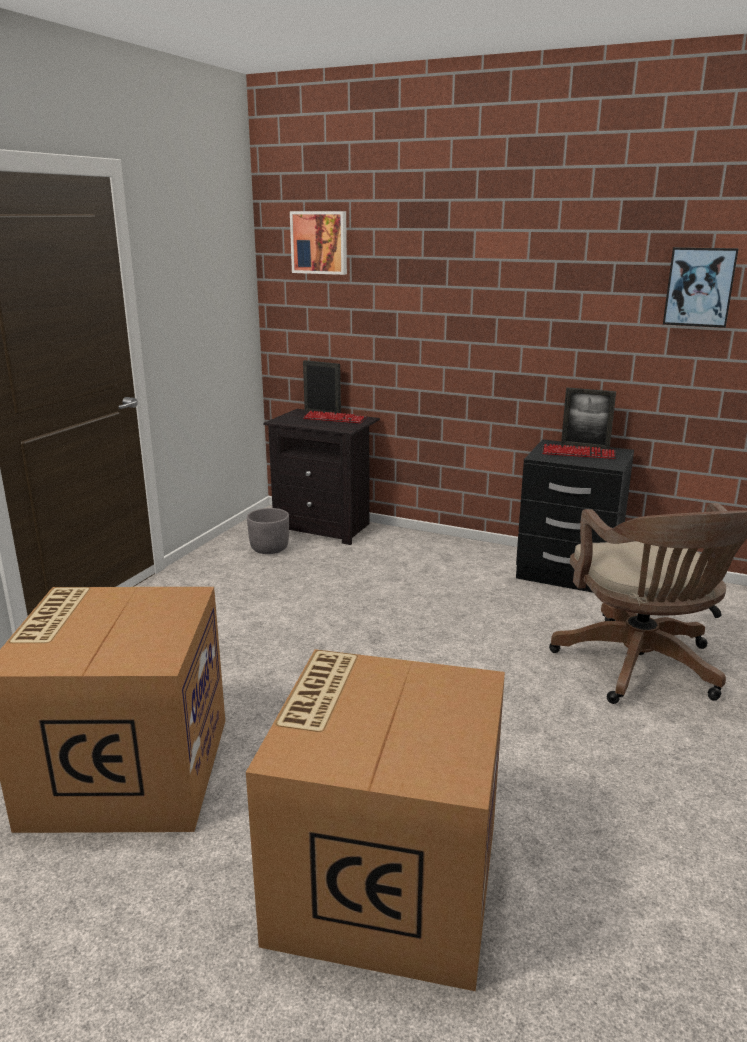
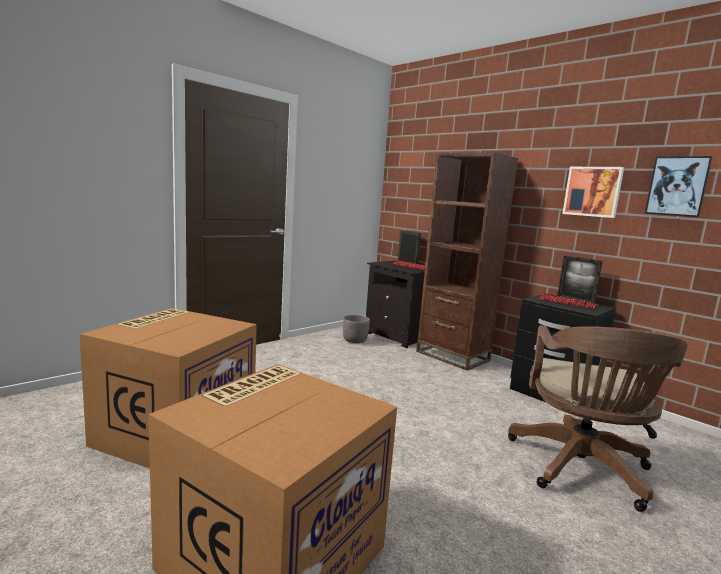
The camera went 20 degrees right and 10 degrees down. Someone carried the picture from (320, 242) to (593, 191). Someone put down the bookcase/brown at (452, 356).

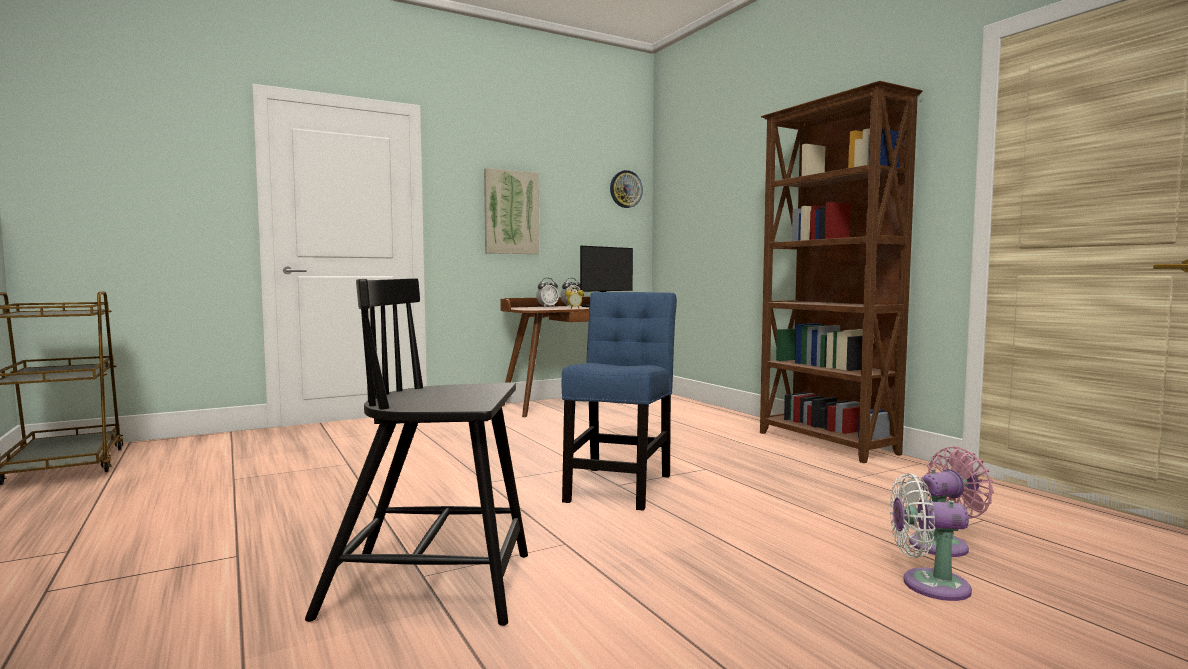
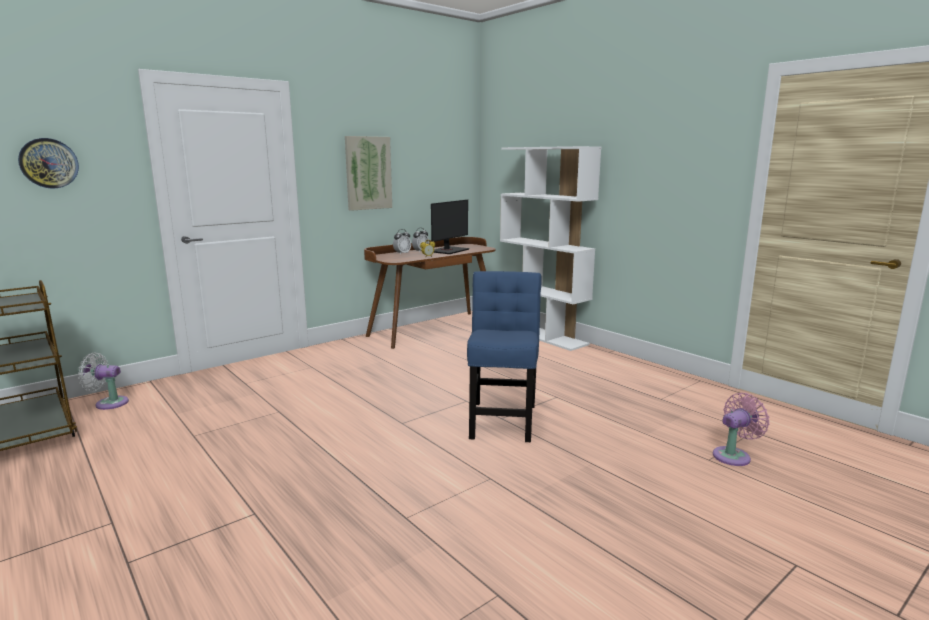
The camera went 10 degrees left and 10 degrees up. Someone took away the bookcase/brown at (826, 443). Someone carried the wall clock from (625, 189) to (49, 163). Someone took away the chair/black at (432, 585). Someone carried the fan/white from (928, 585) to (108, 403). Someone put down the bookcase/white at (542, 335).

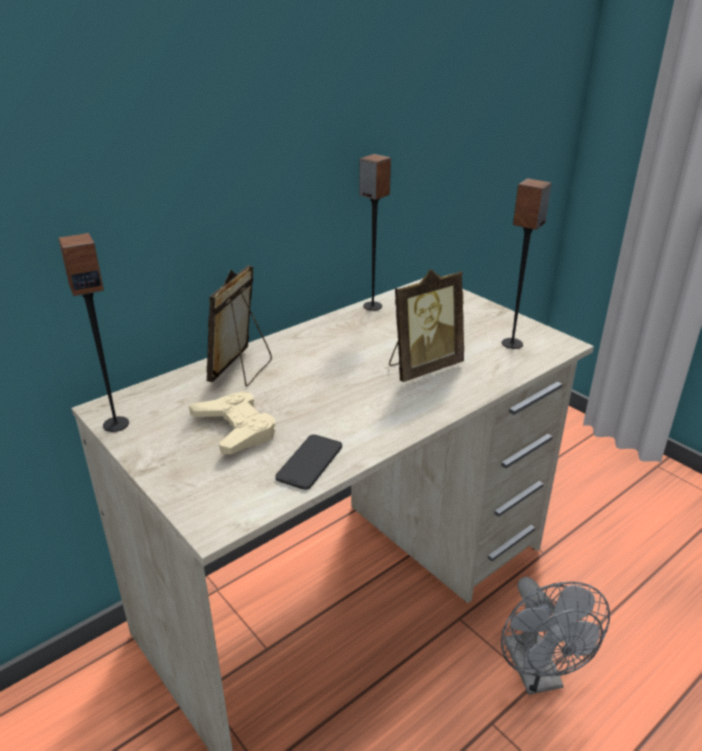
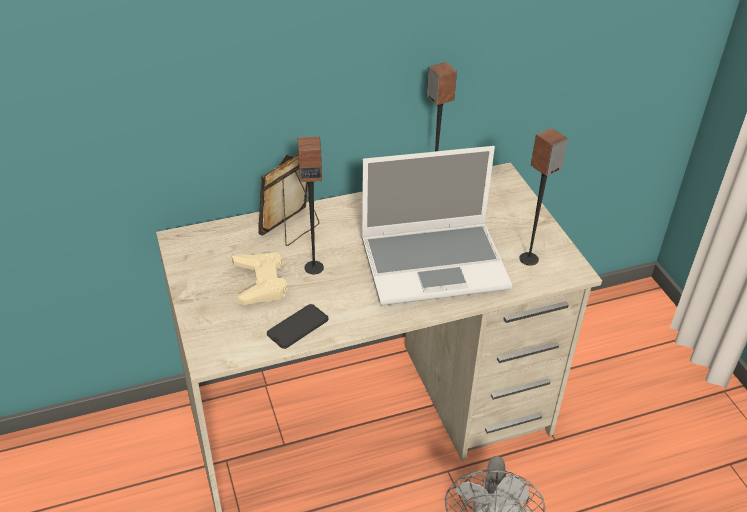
The camera went 20 degrees right and 10 degrees up. Someone carried the speaker from (116, 424) to (314, 267). Someone swapped the picture frame at (422, 367) for the laptop at (435, 263).

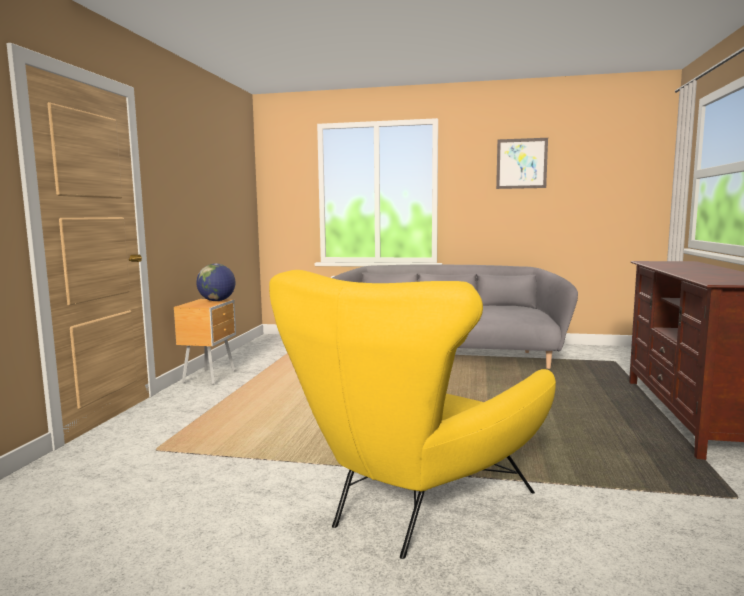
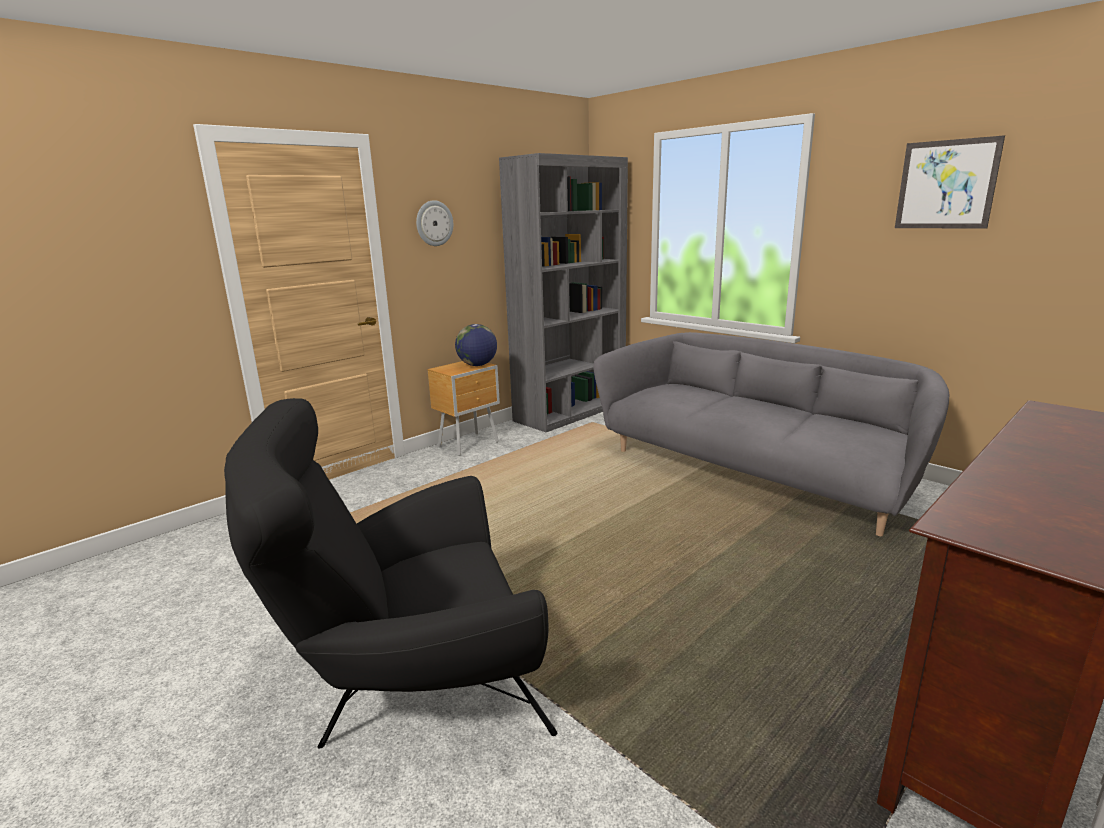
The camera went 35 degrees right and 10 degrees up. Someone repainted the armchair/yellow at (410, 507), which became the armchair/black at (410, 687). Someone put down the bookcase/grey at (571, 412). Someone put up the wall clock at (434, 223).

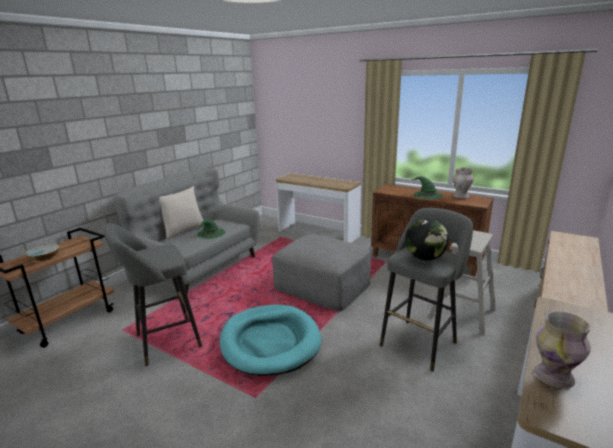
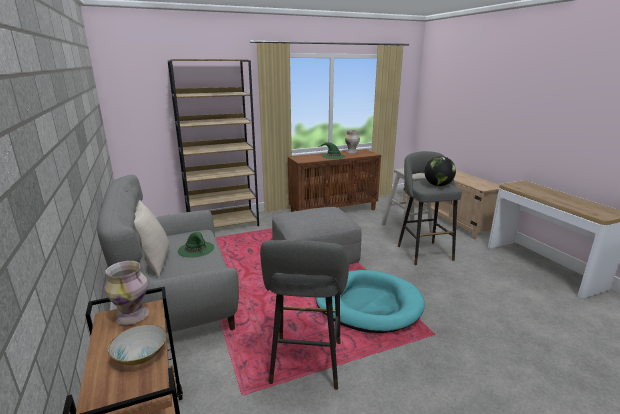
The camera went 55 degrees left and 0 degrees up. Someone swapped the console table at (317, 233) for the bookcase/brown at (223, 224). Someone carried the vase from (553, 376) to (132, 315).

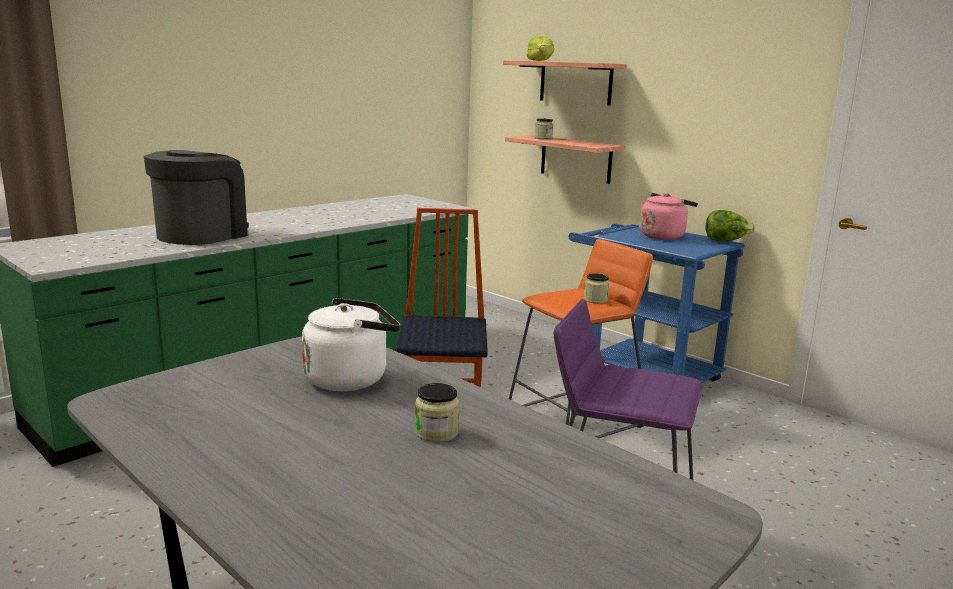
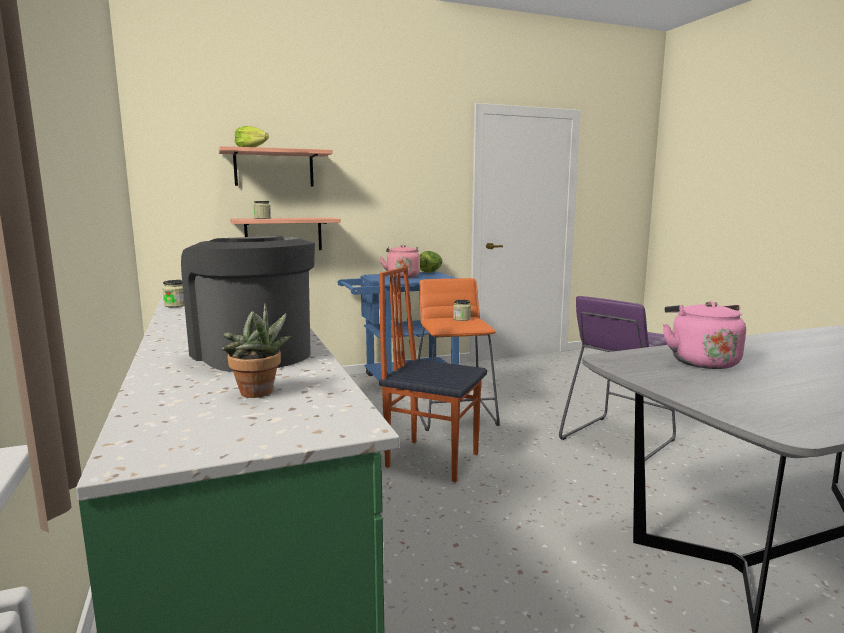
The camera went 65 degrees left and 5 degrees down. Someone repainted the kettle/white at (351, 378), which became the kettle/pink at (701, 361). Someone carried the jar from (436, 433) to (176, 305). Someone put down the potted plant at (259, 394).

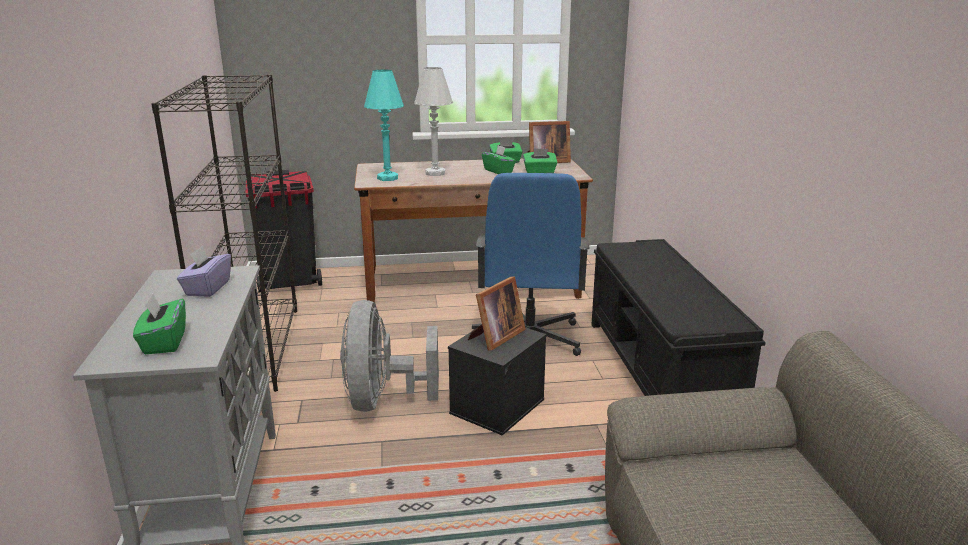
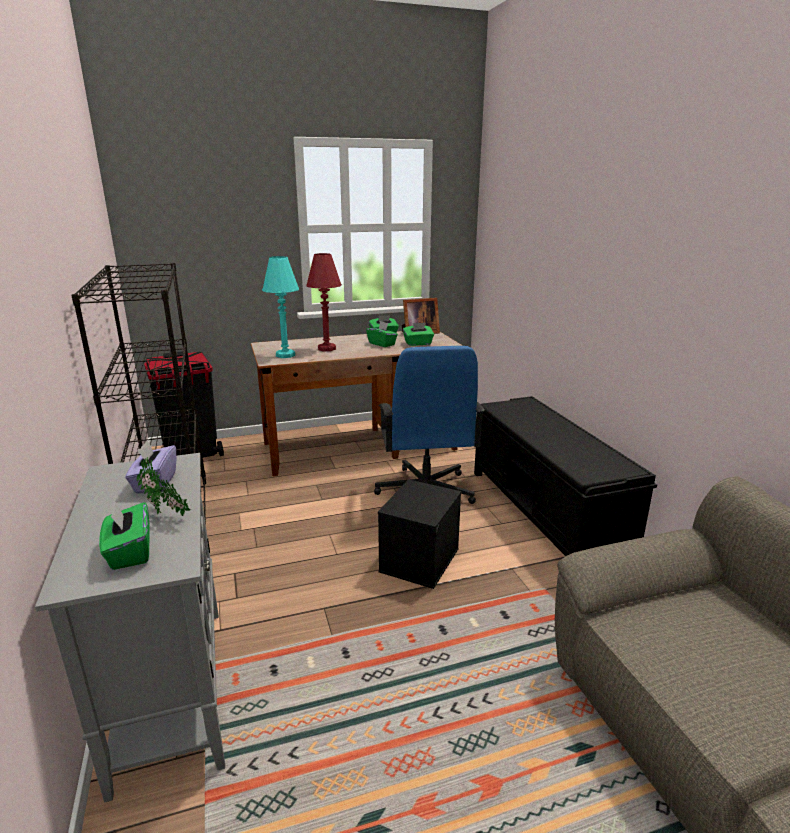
The camera went 10 degrees left and 0 degrees up. Someone repainted the table lamp/white at (435, 173), which became the table lamp/red at (326, 348). Someone took away the picture frame at (495, 337). Someone took away the fan/grey at (382, 400). Someone put down the potted plant at (166, 516).

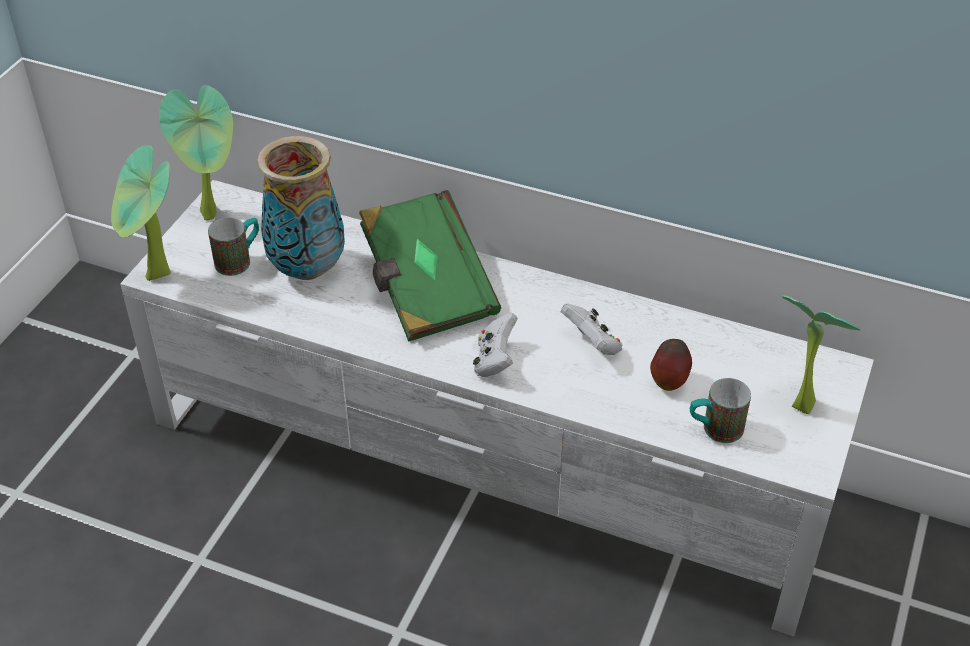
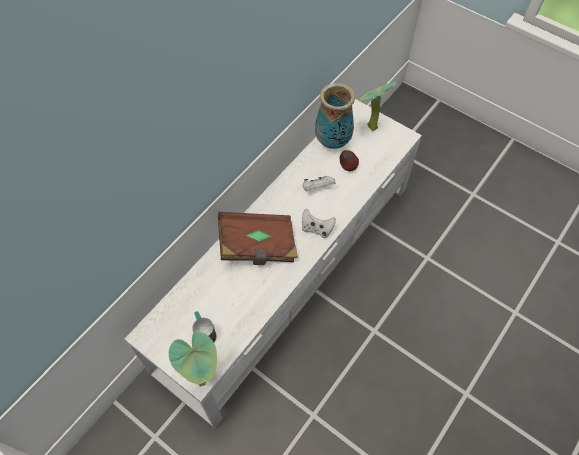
The camera went 75 degrees left and 15 degrees up. Someone took away the potted plant at (214, 214). Someone carried the vase from (308, 269) to (333, 141). Someone repainted the book/green at (426, 288), which became the book/brown at (258, 246). Someone took away the mug at (714, 429).

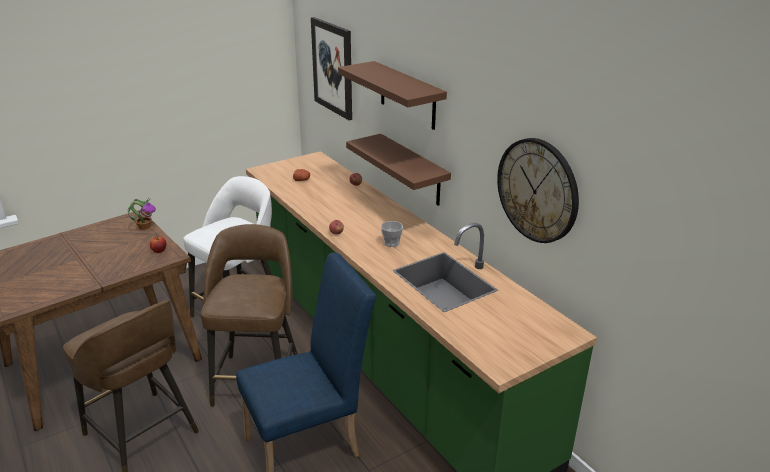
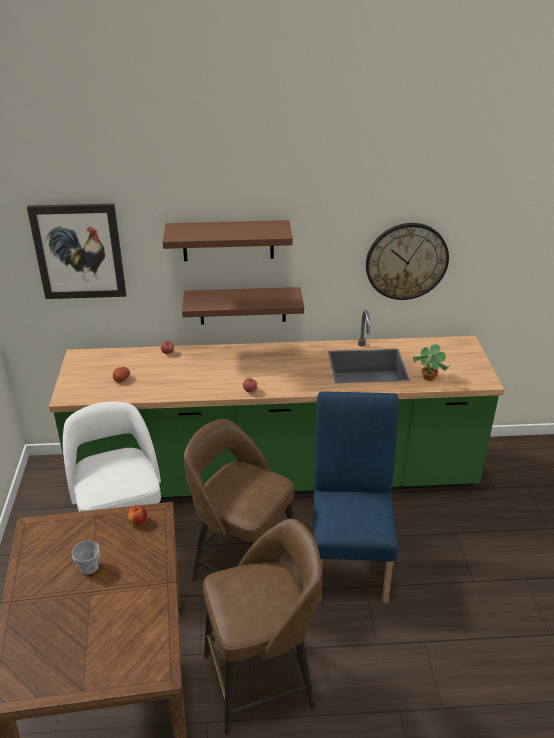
The camera went 60 degrees left and 5 degrees up. Someone carried the potted plant from (144, 227) to (428, 377). Someone carried the cup from (391, 243) to (89, 567).

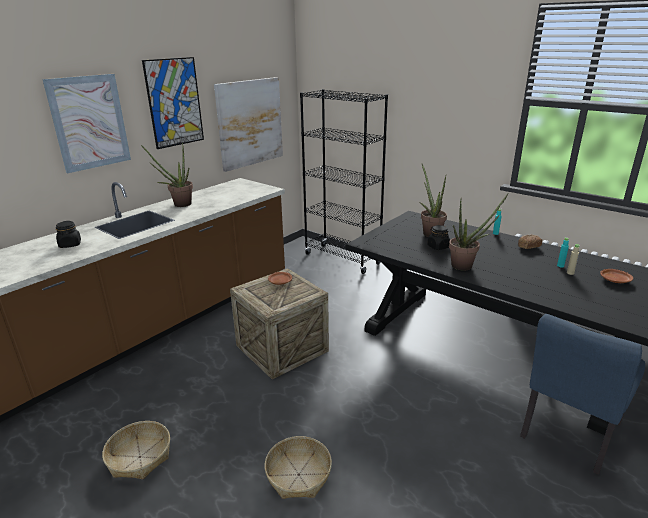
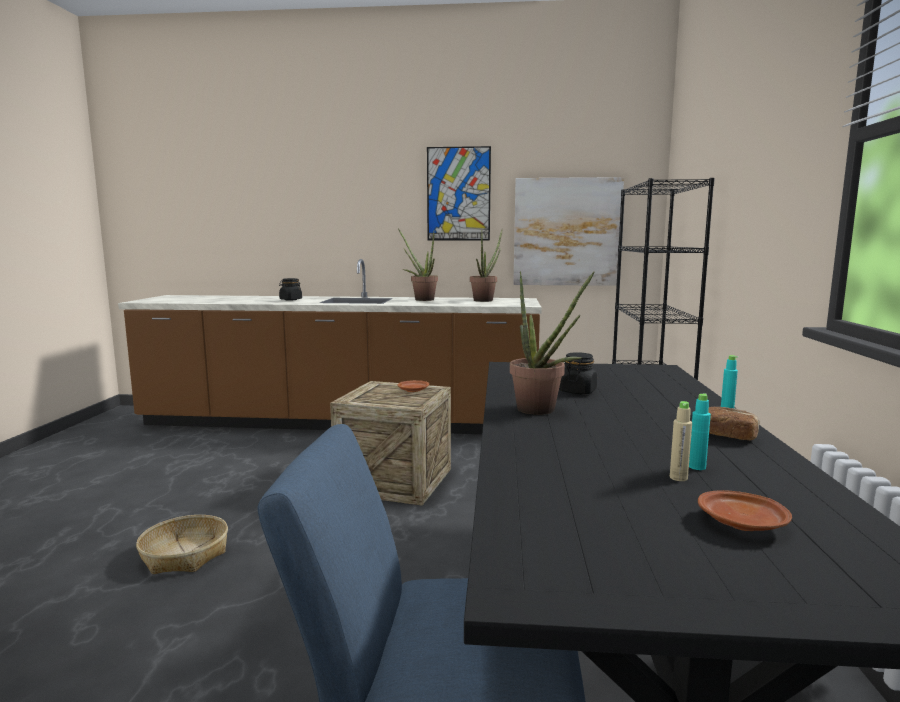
The camera went 55 degrees right and 15 degrees down. Someone took away the picture at (89, 122). Someone carried the potted plant from (430, 232) to (485, 300). Someone took away the basket at (139, 456).

